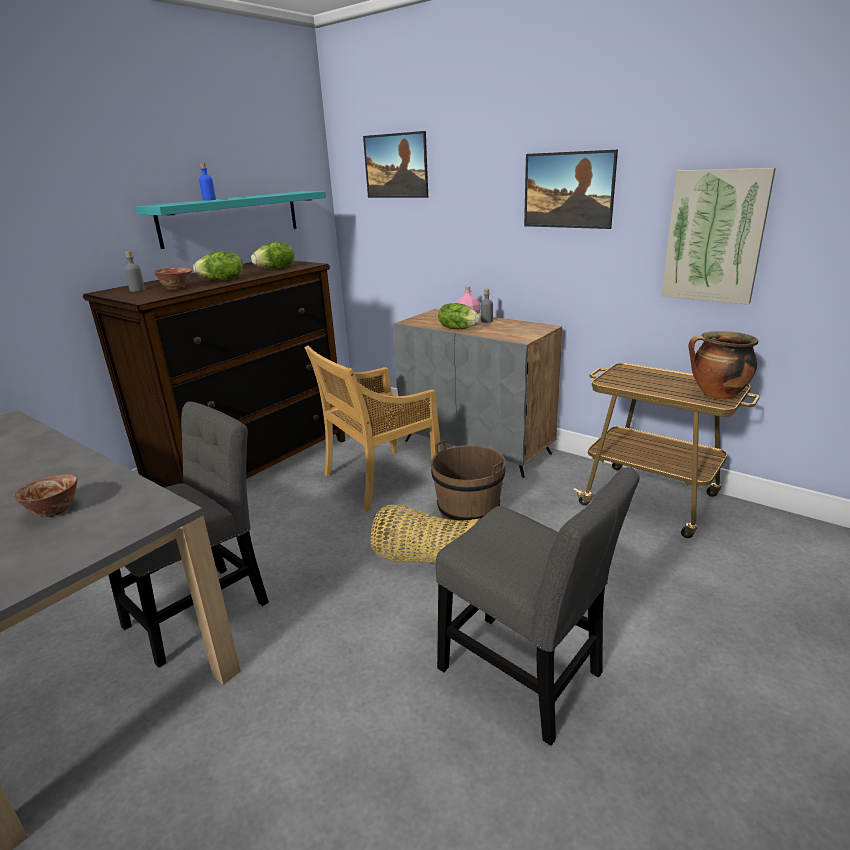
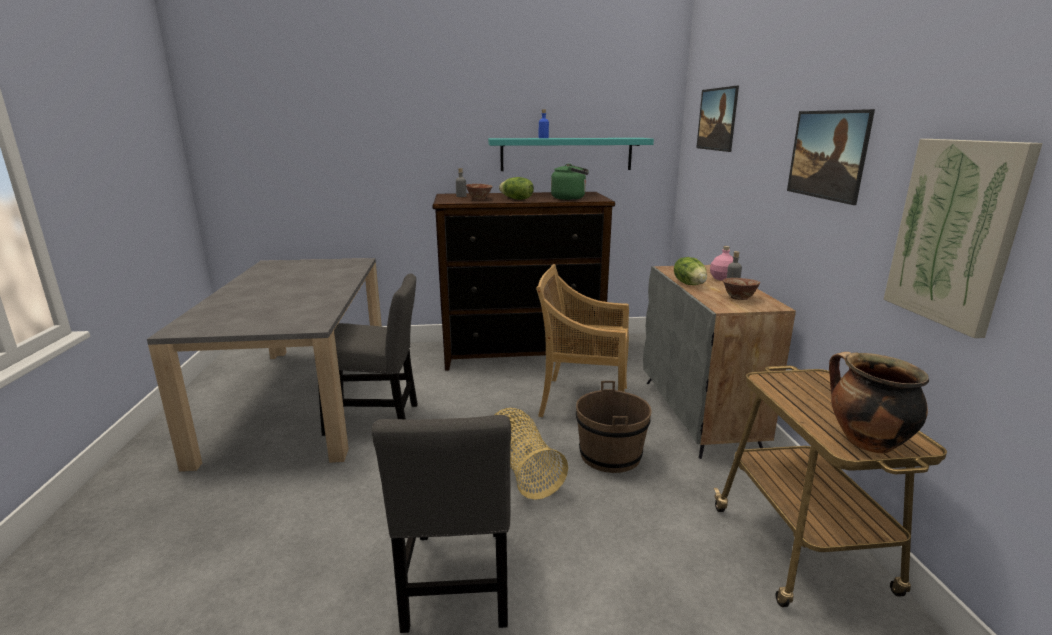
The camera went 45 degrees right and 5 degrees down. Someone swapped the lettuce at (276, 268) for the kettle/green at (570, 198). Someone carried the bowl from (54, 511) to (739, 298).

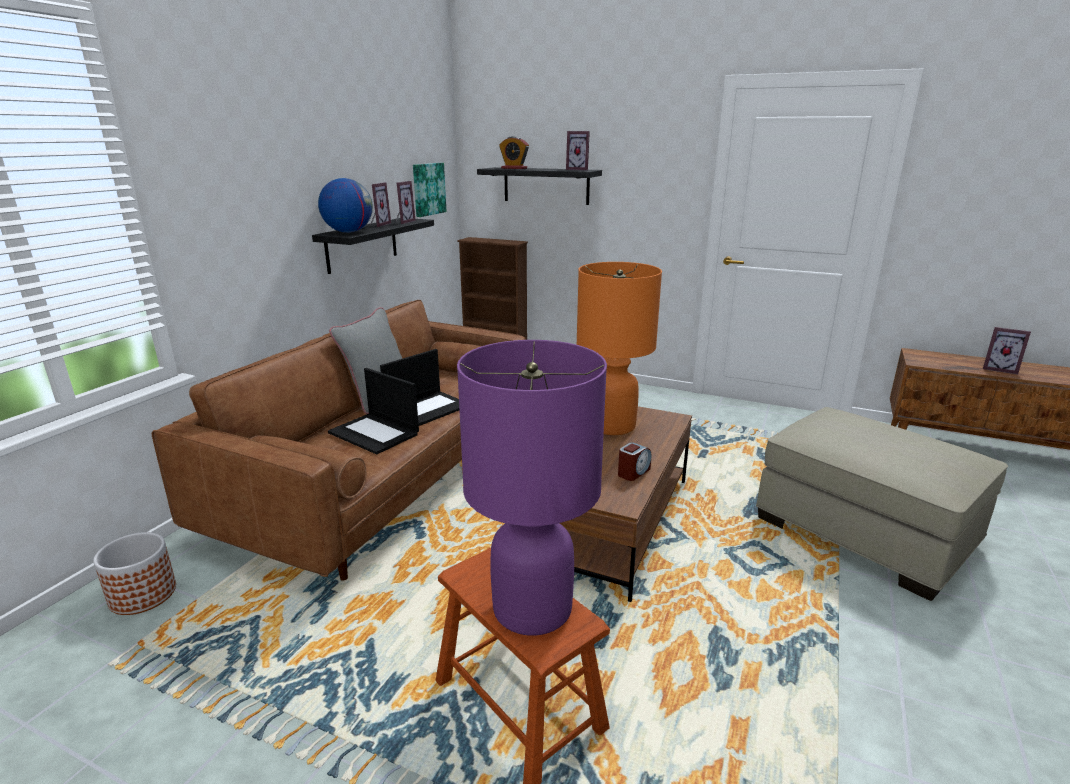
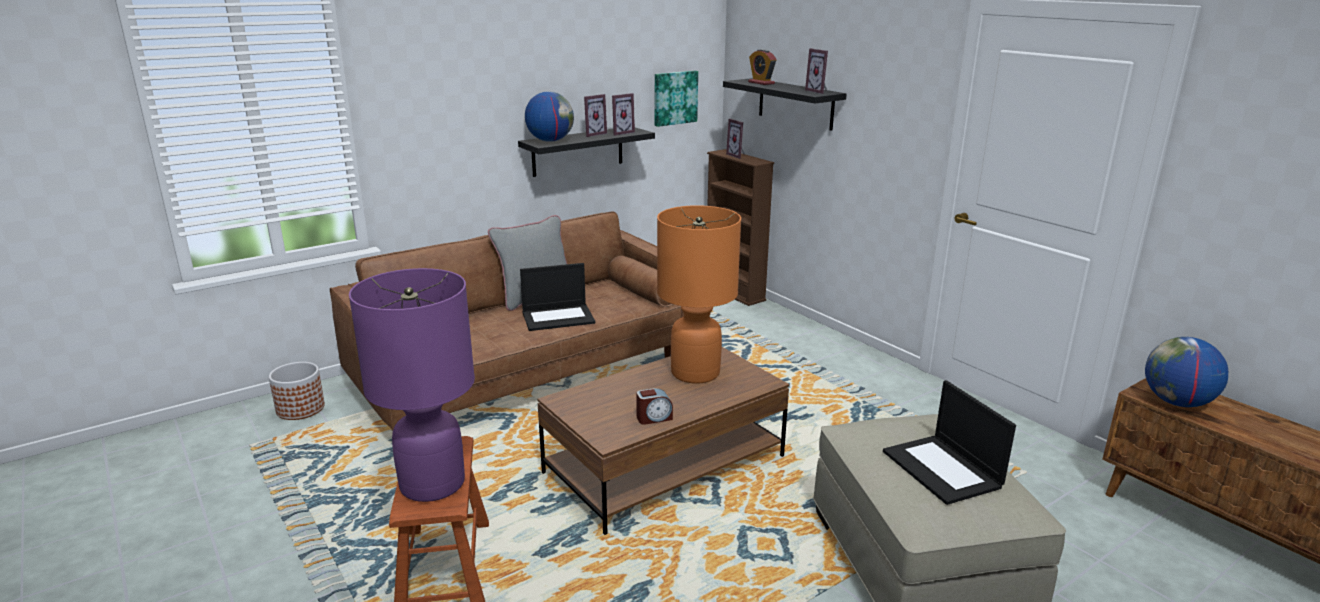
The camera went 30 degrees right and 0 degrees up. Someone carried the picture frame from (999, 369) to (738, 155). Someone carried the laptop from (375, 433) to (943, 469). Someone put down the globe at (1176, 402).

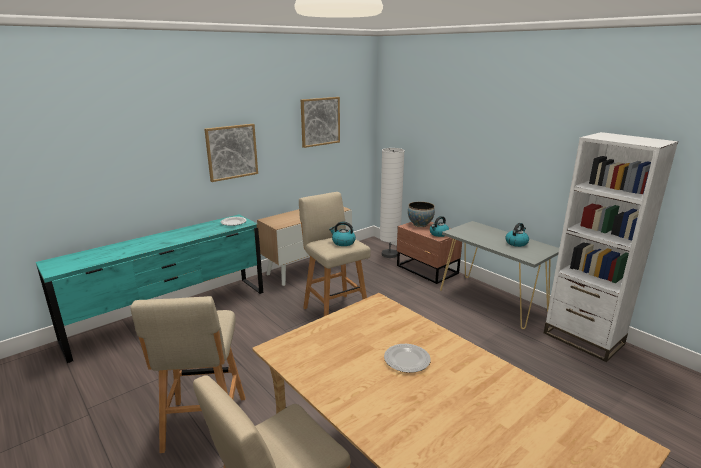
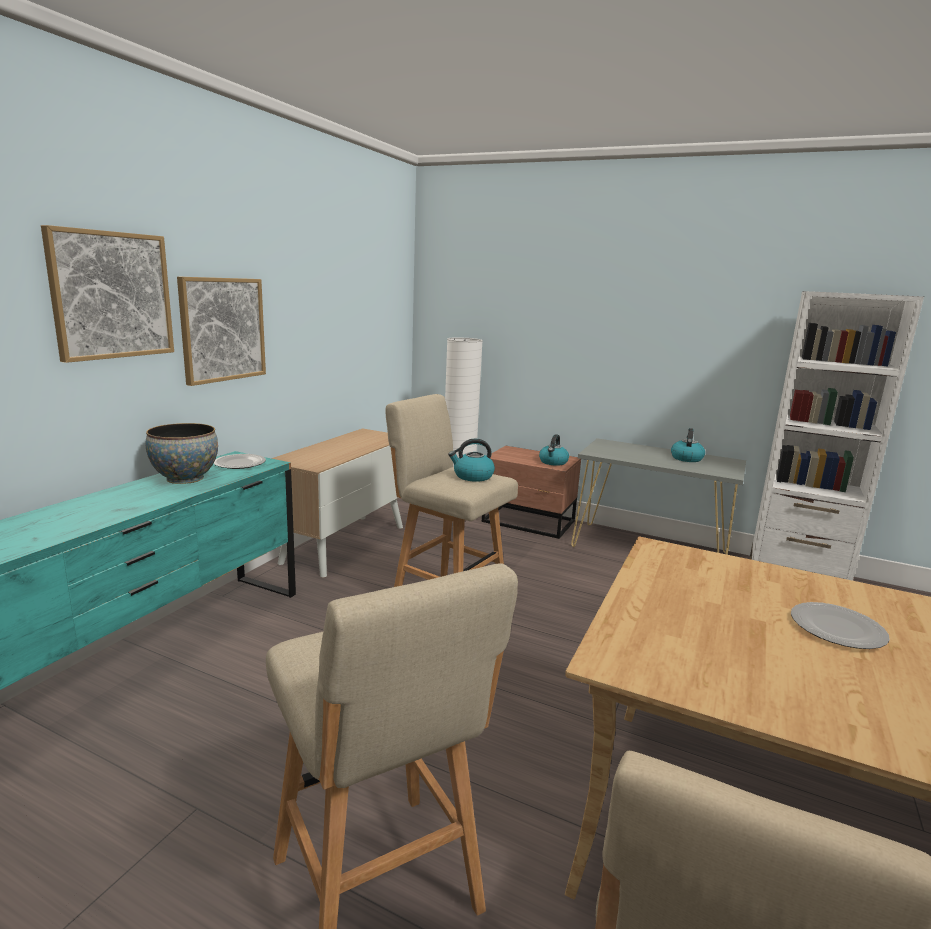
The camera went 25 degrees left and 5 degrees down. Someone carried the picture from (320, 121) to (112, 295). Someone carried the bowl from (420, 224) to (185, 478).

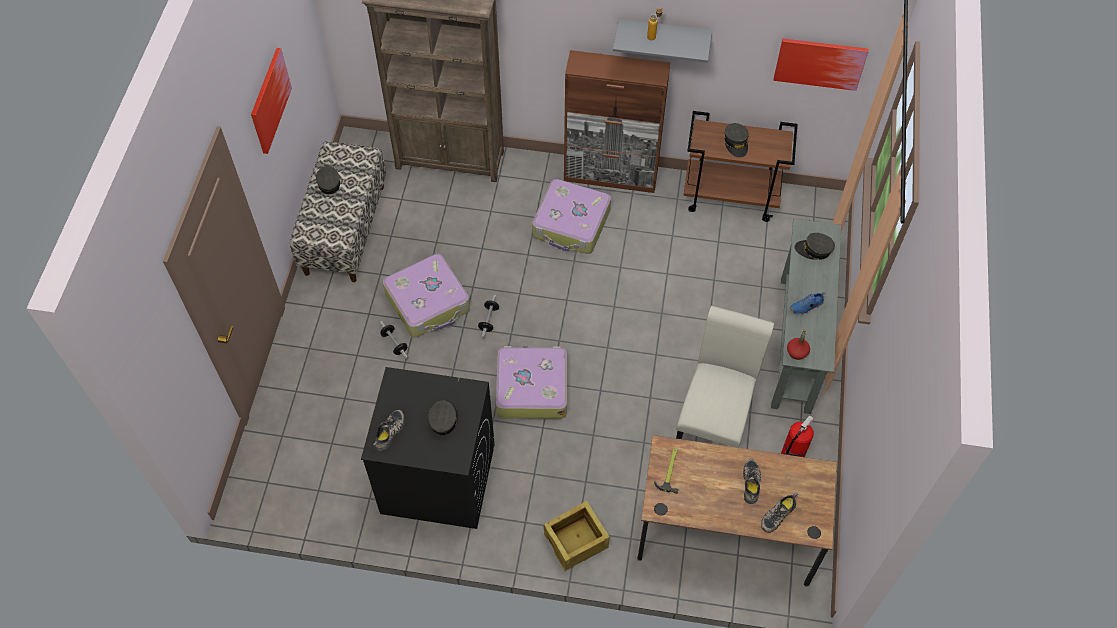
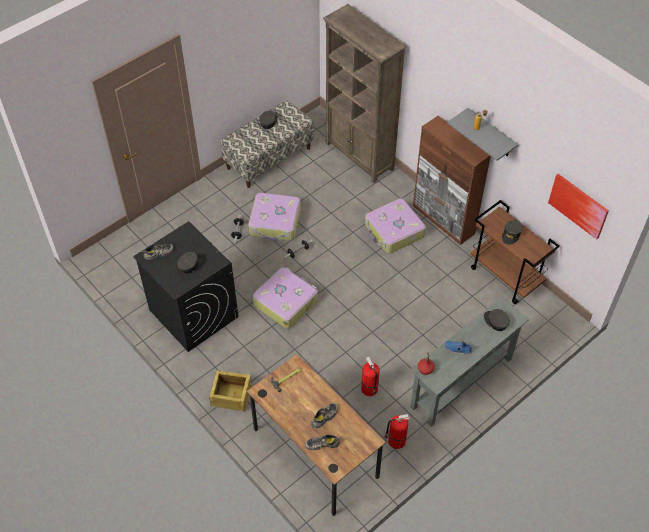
The camera went 40 degrees right and 5 degrees down. Someone took away the picture at (269, 100). Someone swapped the chair/white at (714, 420) for the fire extinguisher at (370, 389).

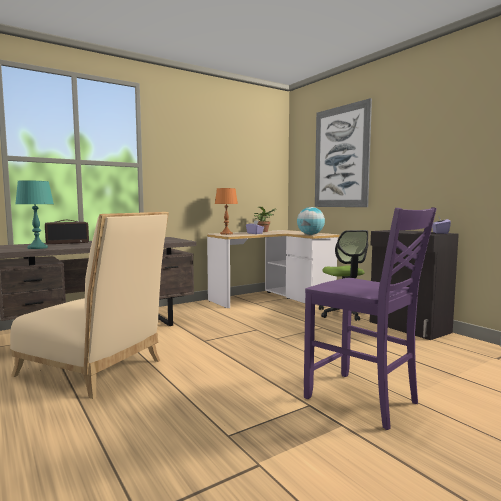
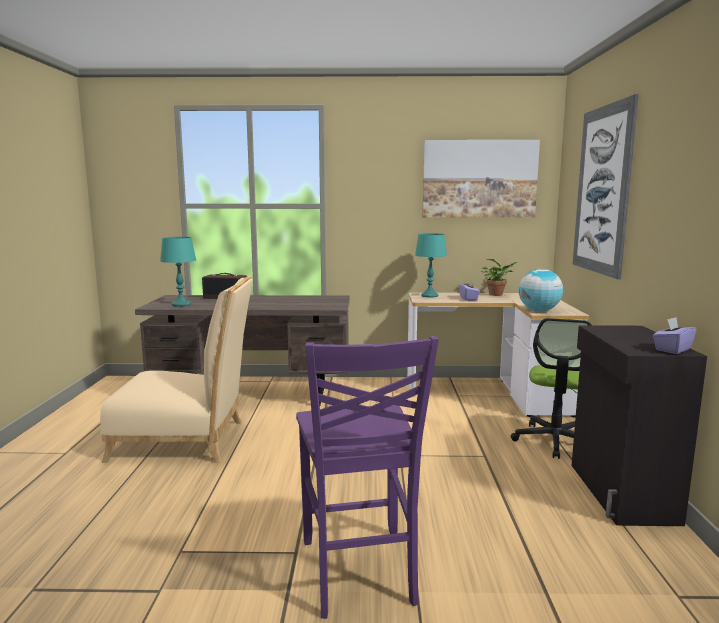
The camera went 35 degrees right and 5 degrees up. Someone repainted the table lamp/orange at (226, 234), which became the table lamp/turquoise at (429, 296). Someone rotated the chair/beige at (96, 369) by 60 degrees counterclockwise. Someone put up the picture at (479, 179).

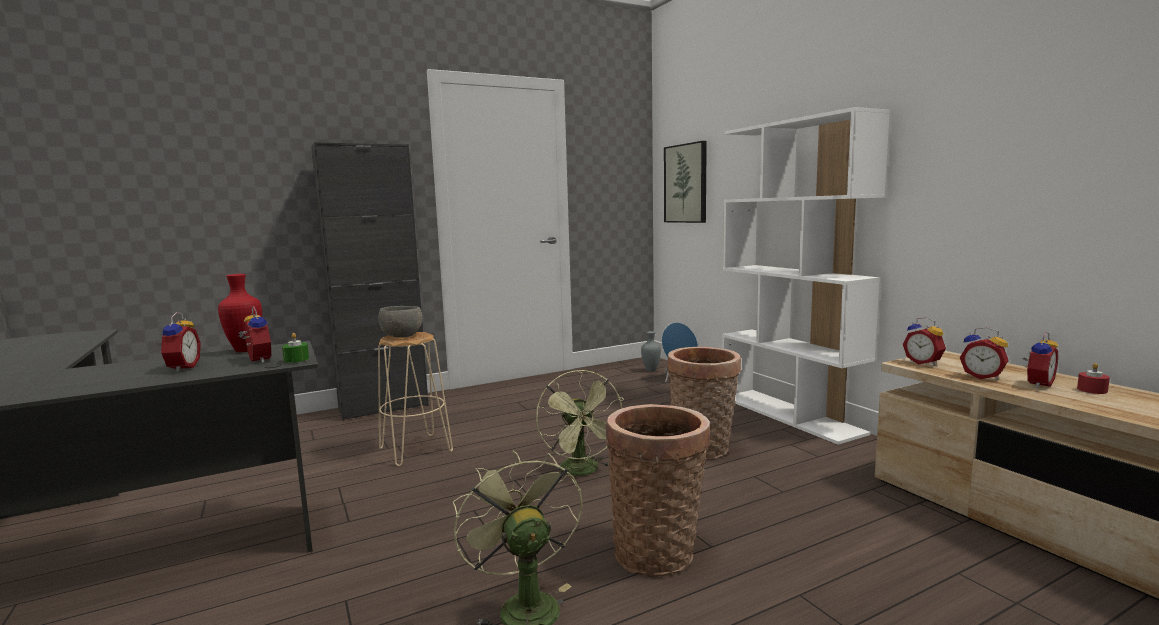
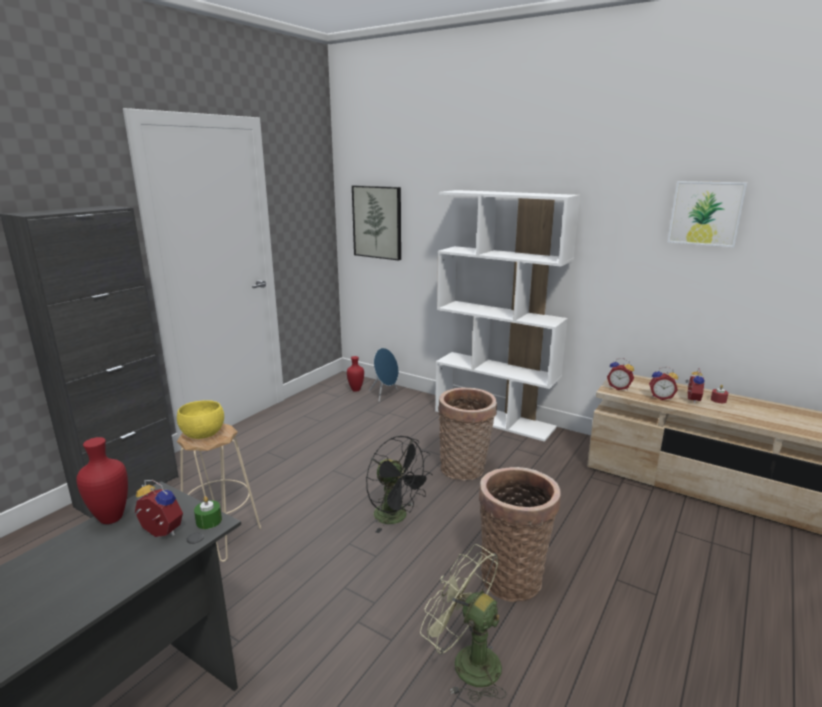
The camera went 30 degrees left and 10 degrees up. Someone repainted the bowl/grey at (402, 336), which became the bowl/yellow at (204, 435). Someone took away the alarm clock at (181, 368). Someone repainted the vase/grey at (651, 370), which became the vase/red at (356, 390). Someone repainted the fan/green at (583, 471), which became the fan/black at (397, 517). Someone put up the picture at (705, 213).

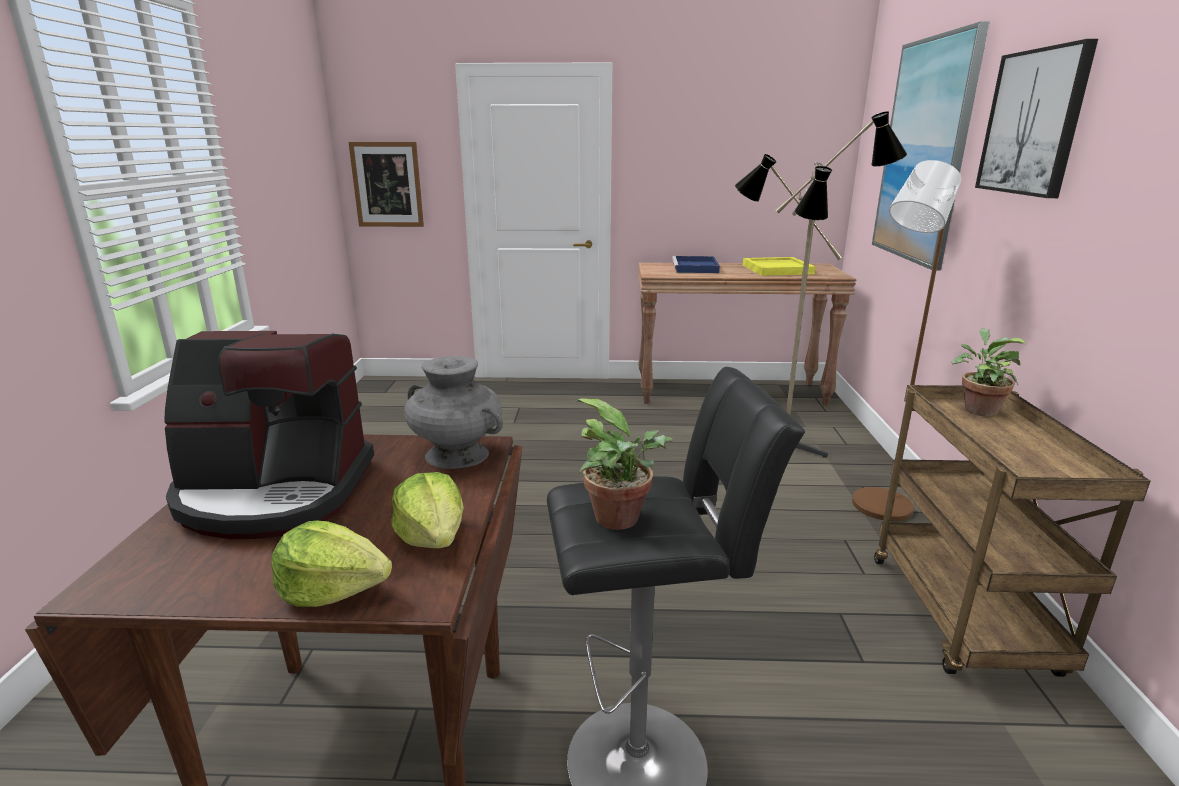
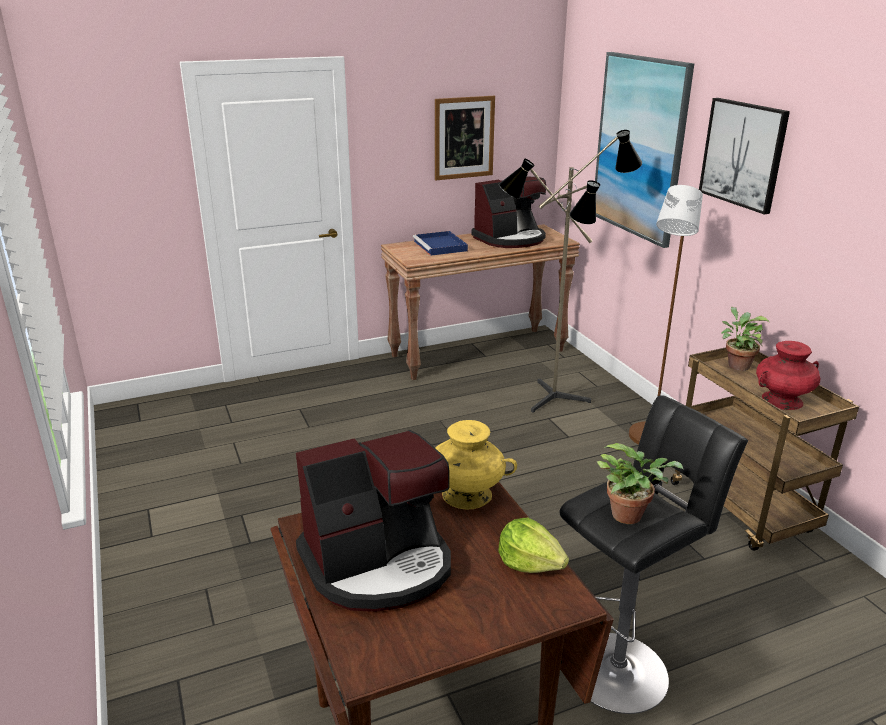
The camera went 25 degrees left and 5 degrees up. Someone carried the picture from (387, 184) to (464, 138). Someone swapped the tray/yellow at (777, 269) for the coffee machine at (510, 239). Someone repainted the vase/grey at (456, 454), which became the vase/yellow at (466, 494). Someone took away the lettuce at (333, 589). Someone put down the vase/red at (782, 400).

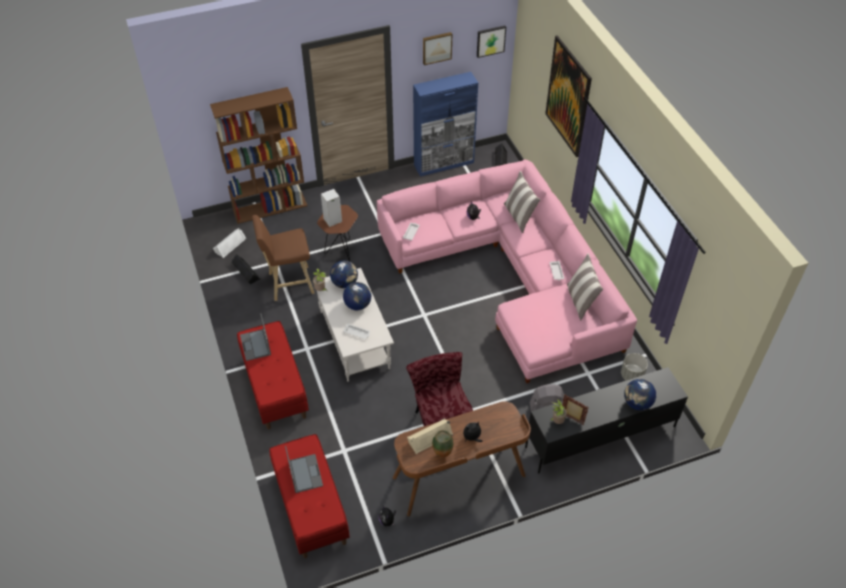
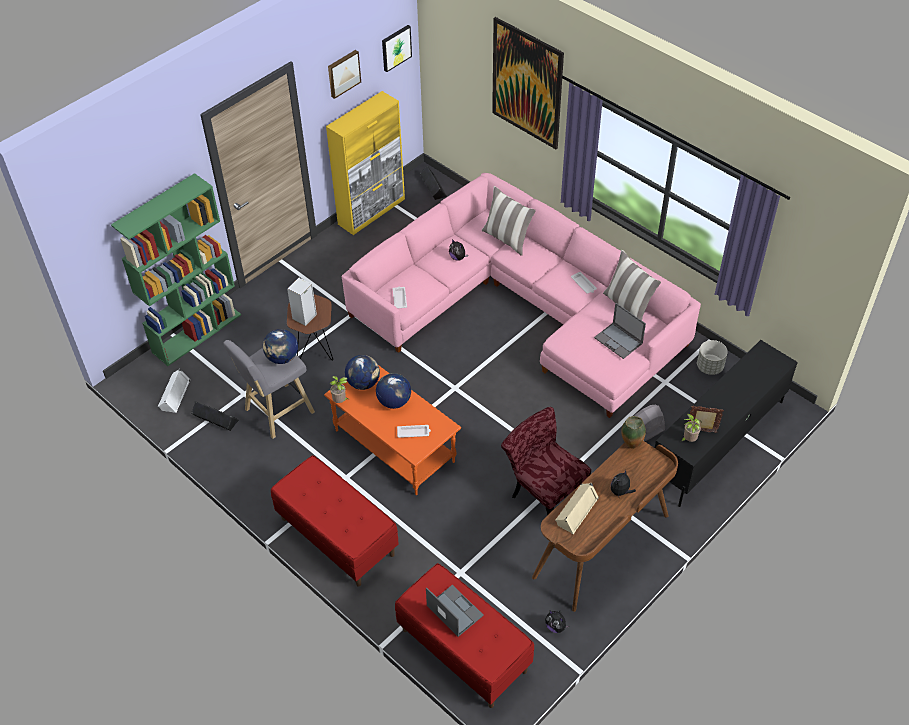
The camera went 25 degrees left and 0 degrees up. Someone repainted the cabinet/blue at (444, 164), which became the cabinet/yellow at (372, 211). Someone repainted the bookcase/brown at (270, 208), which became the bookcase/green at (197, 333). Someone repainted the stool/brown at (288, 283), which became the stool/grey at (276, 412). Someone repainted the coffee table/white at (355, 340), which became the coffee table/orange at (395, 445). Someone carried the laptop from (255, 345) to (619, 341). Someone carried the globe from (637, 403) to (282, 358). Someone carried the vase from (442, 454) to (630, 445).

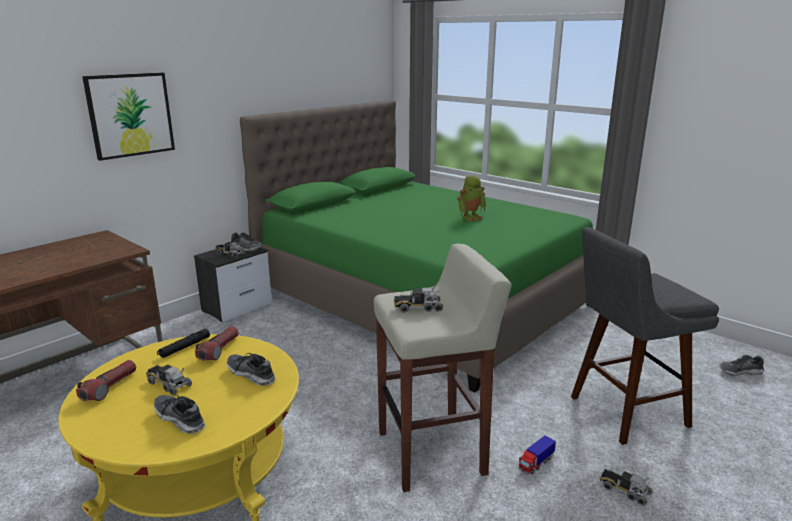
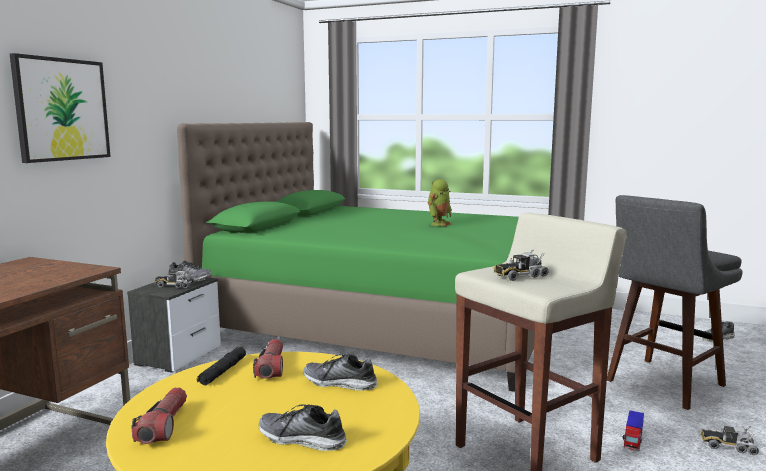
The camera went 20 degrees left and 10 degrees down. Someone took away the toy truck at (168, 384).

